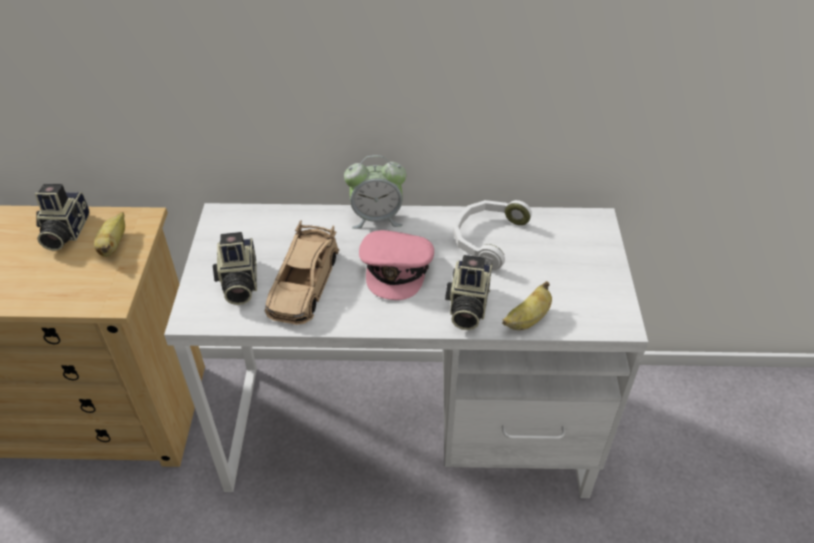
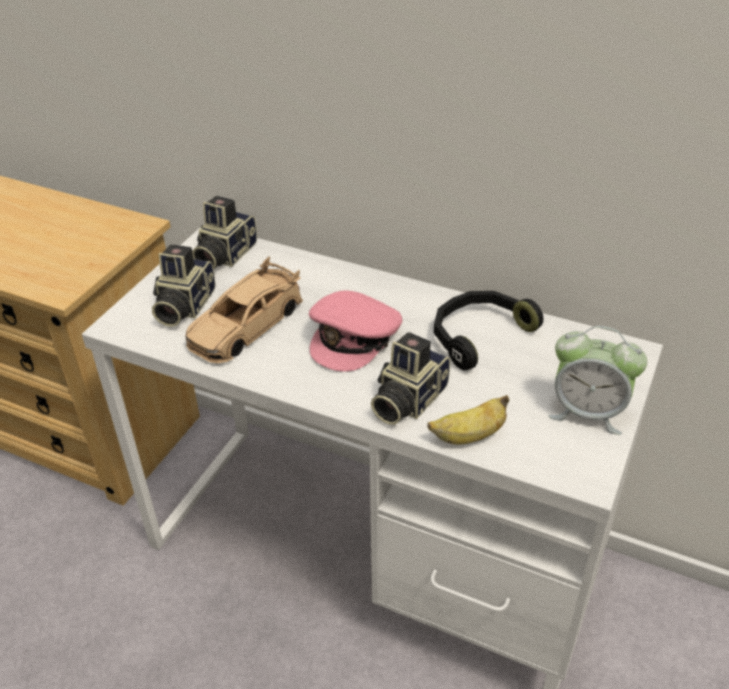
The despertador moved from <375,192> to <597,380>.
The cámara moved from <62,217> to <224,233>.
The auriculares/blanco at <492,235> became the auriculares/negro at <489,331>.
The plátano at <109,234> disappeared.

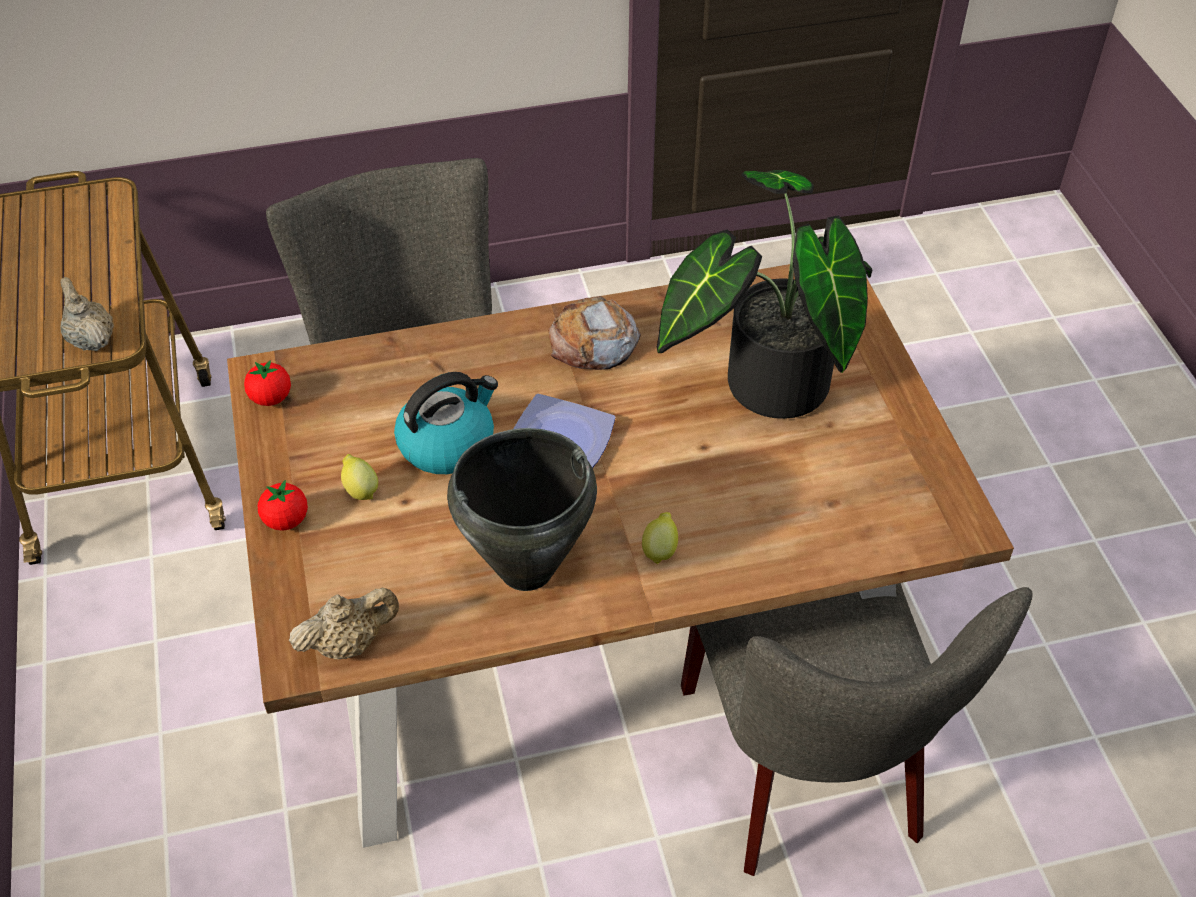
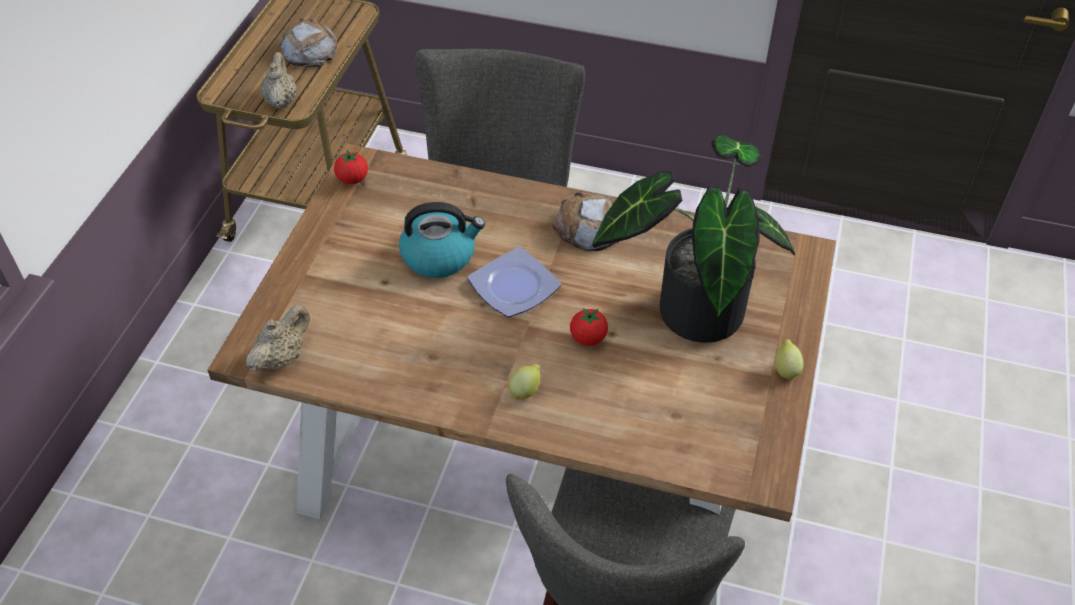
The olla/negro at <522,509> disappeared.
The limón moved from <359,477> to <789,360>.
The tomate moved from <283,505> to <589,327>.
The tetera/beis at <344,623> turned 60 degrees counterclockwise.
The pan at <308,42> appeared.

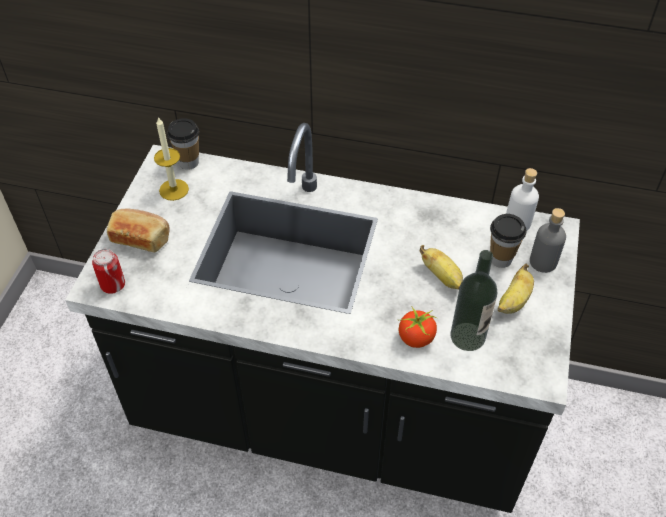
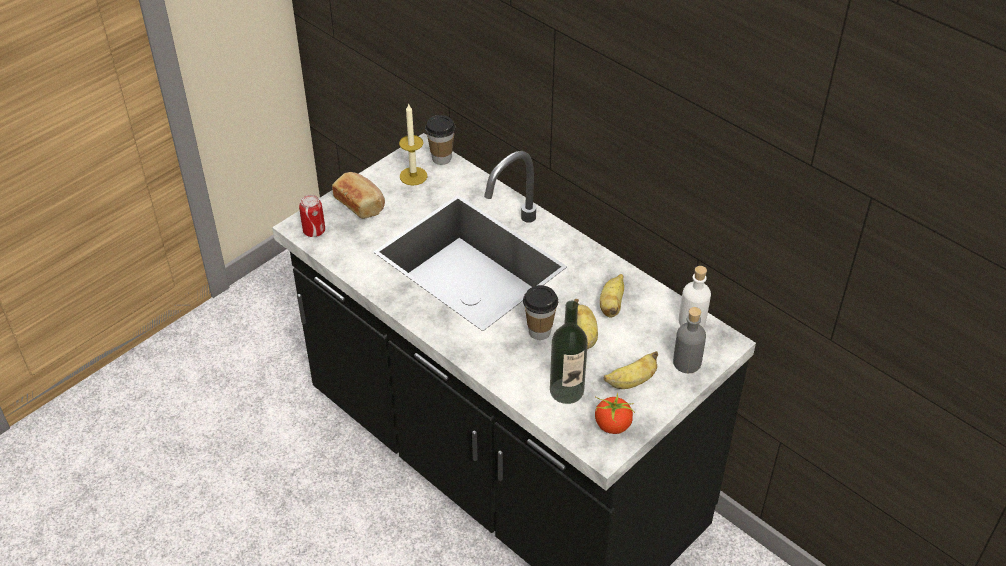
The taza moved from <508,241> to <540,312>.
The tomate moved from <417,327> to <615,413>.
The plátano at <612,296> appeared.

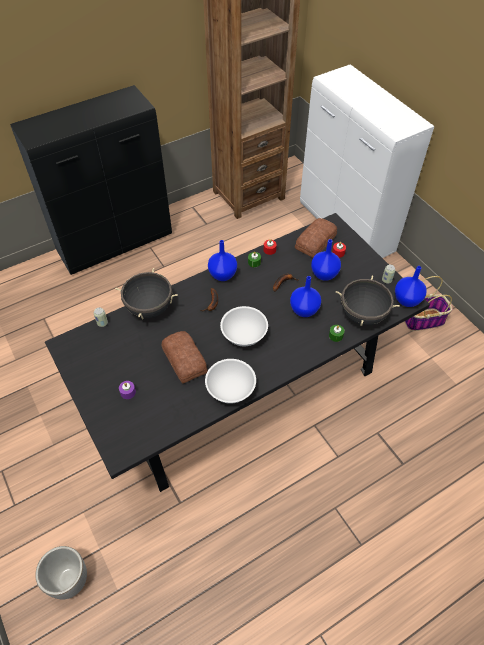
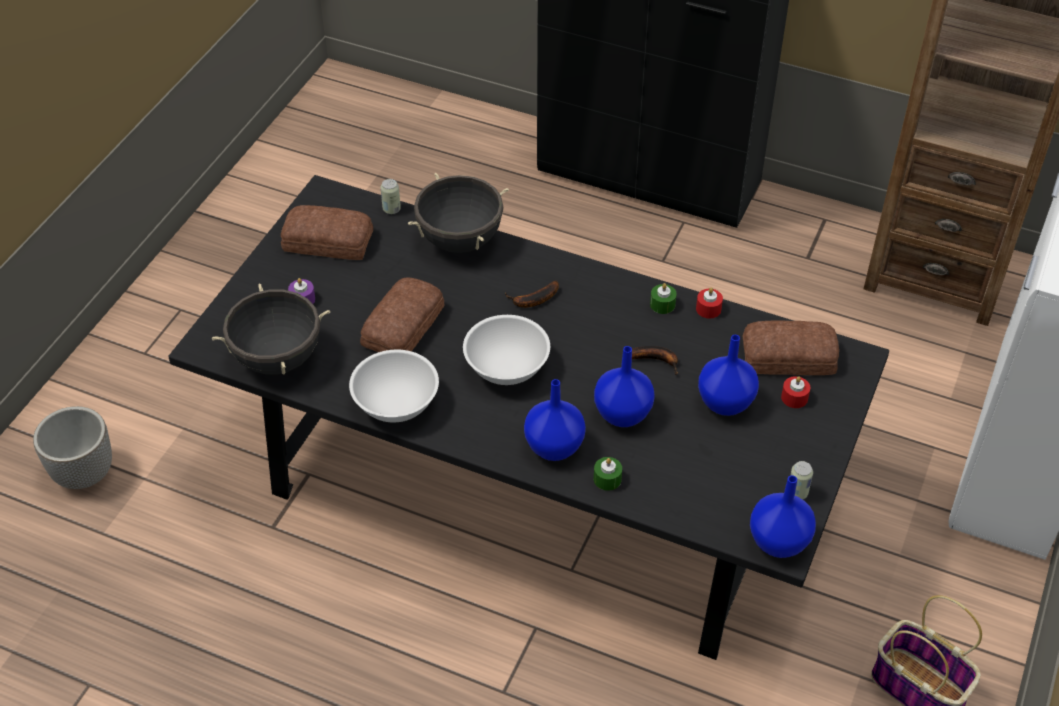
The florero/azul moved from <222,260> to <555,420>.
The olla/negro moved from <368,300> to <271,329>.
The pan at <327,232> appeared.

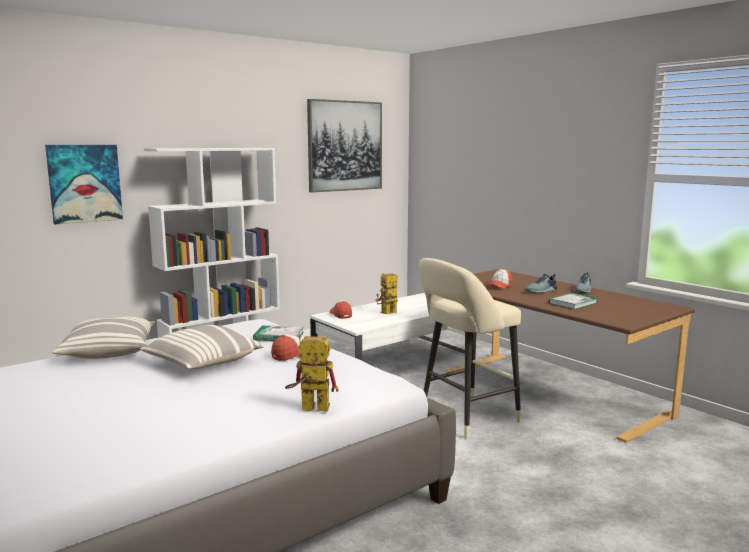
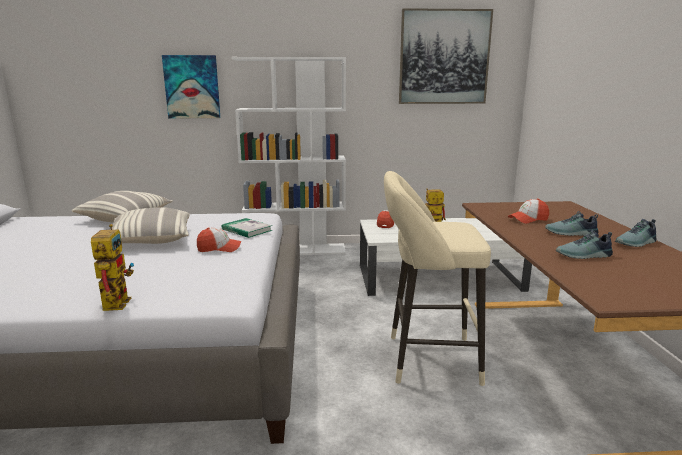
The libro at <573,301> was replaced by the zapato at <584,244>.
The robot de juguete at <312,373> turned 45 degrees clockwise.

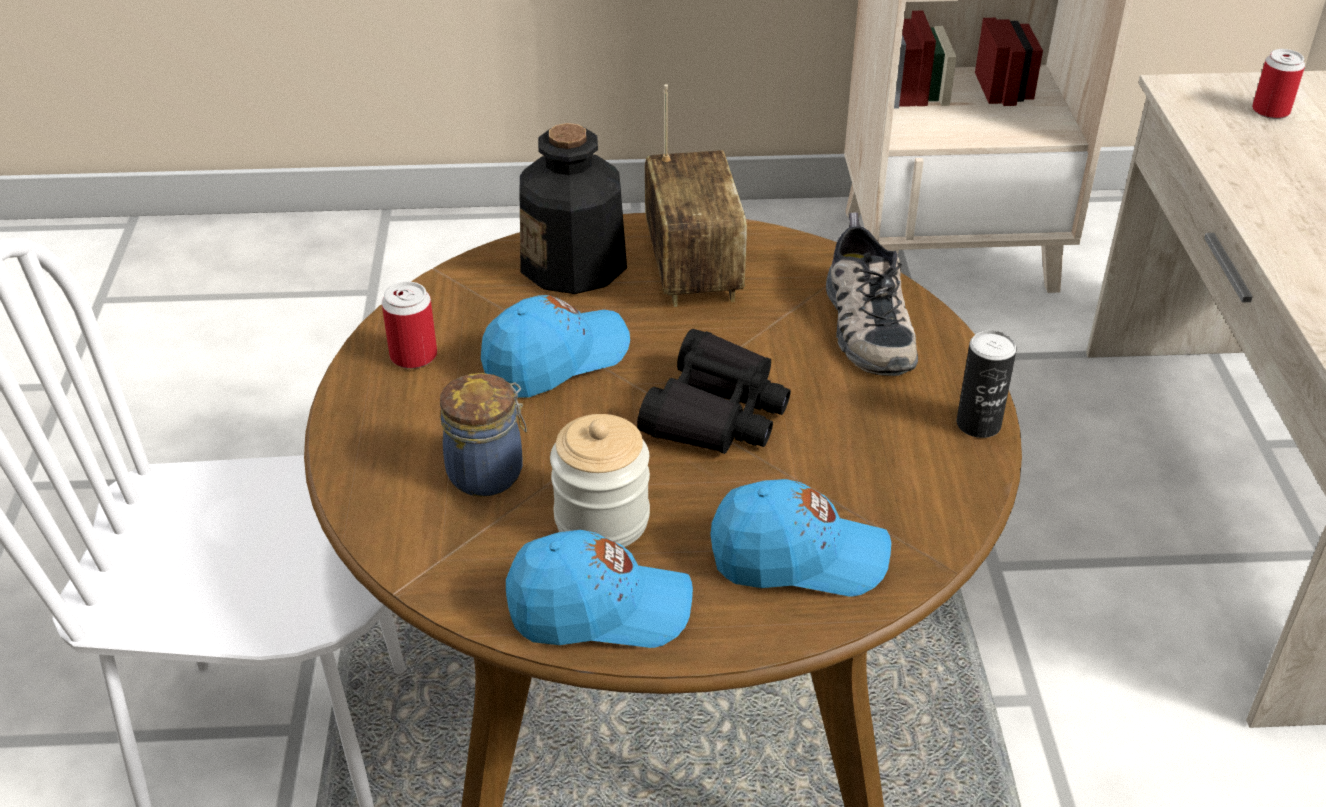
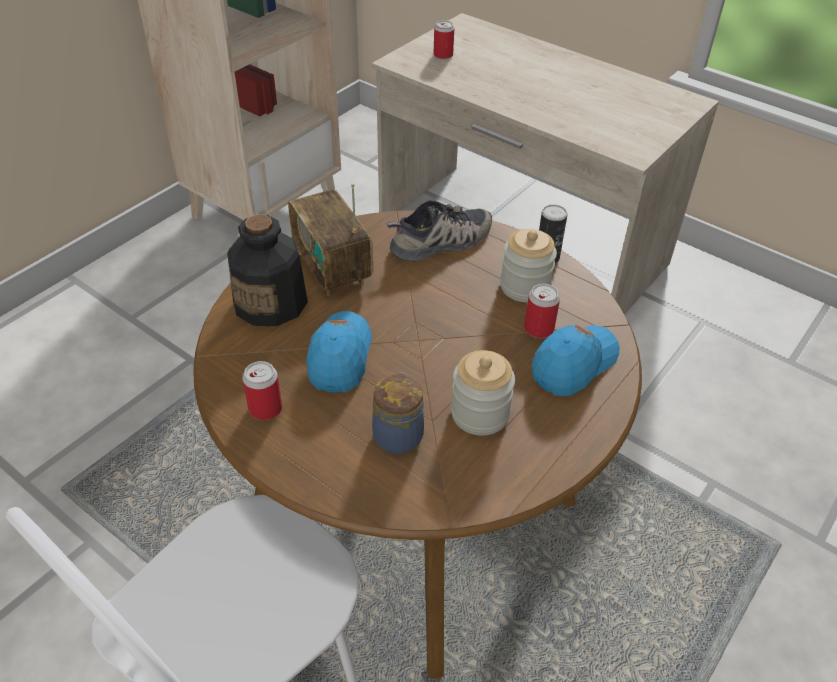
The radio at <696,195> turned 150 degrees counterclockwise.
The zapato at <872,294> turned 60 degrees counterclockwise.
The prismáticos/negro at <714,391> disappeared.
The gorra/azul at <599,589> disappeared.
The tarro at <528,265> appeared.
The lata at <542,311> appeared.

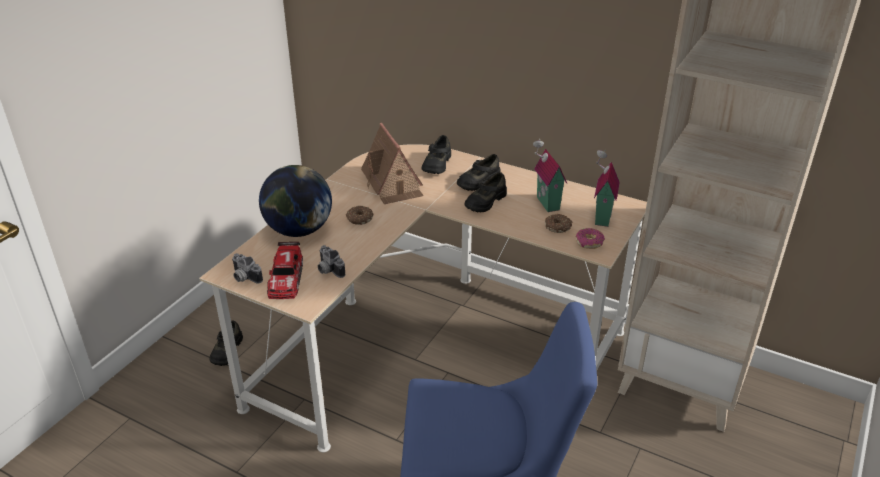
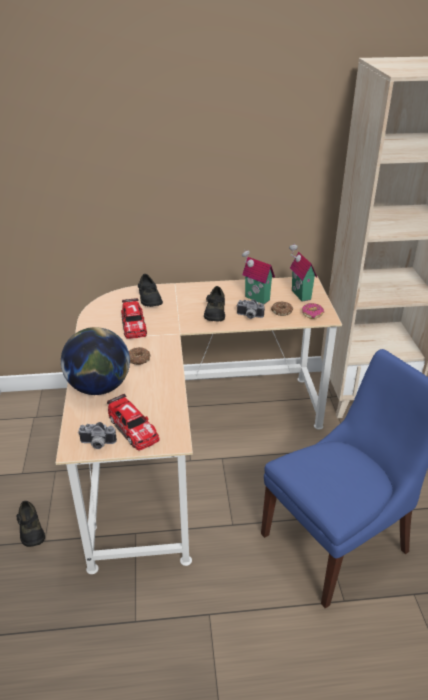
The casita at <392,163> was replaced by the coche de juguete at <134,318>.
The zapato/negro at <479,172> disappeared.
The cámara moved from <331,261> to <250,309>.

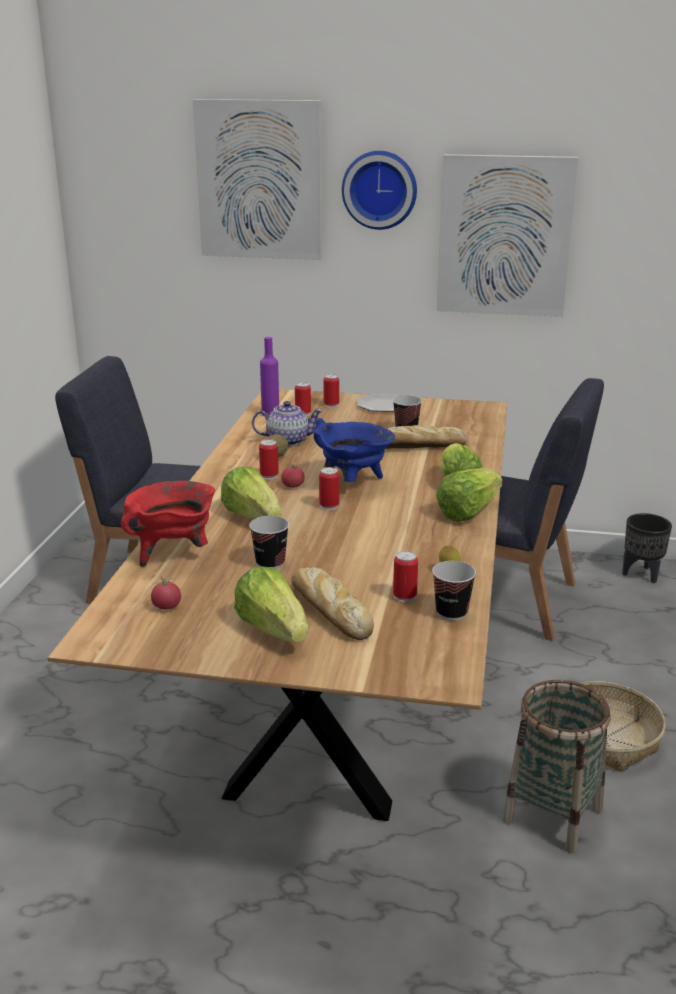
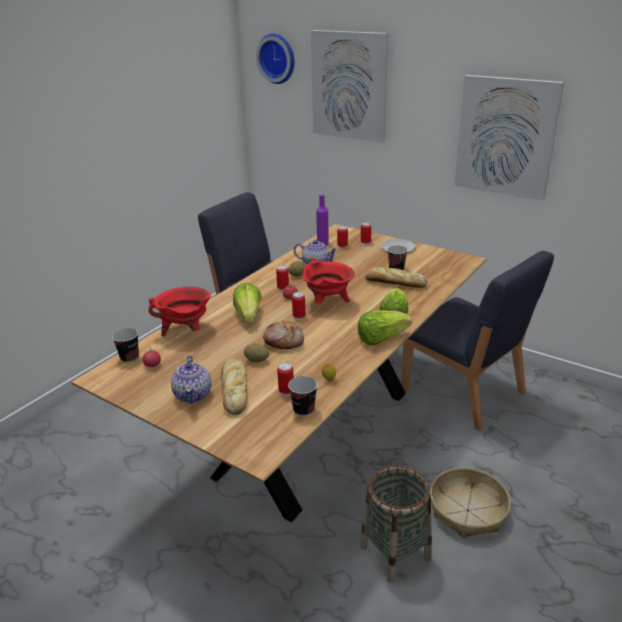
The reloj de pared moved from <379,190> to <275,59>.
The olla/azul at <354,450> became the olla/rojo at <329,280>.
The maceta/negro at <647,548> disappeared.
The taza moved from <269,542> to <125,345>.
The lechuga at <271,605> was replaced by the tetera at <191,380>.
The pan at <283,335> appeared.
The patata at <256,352> appeared.

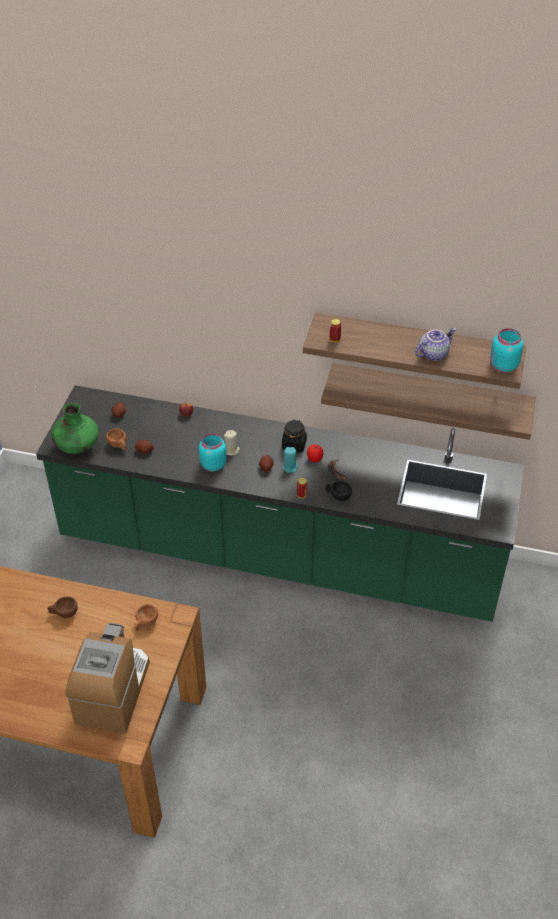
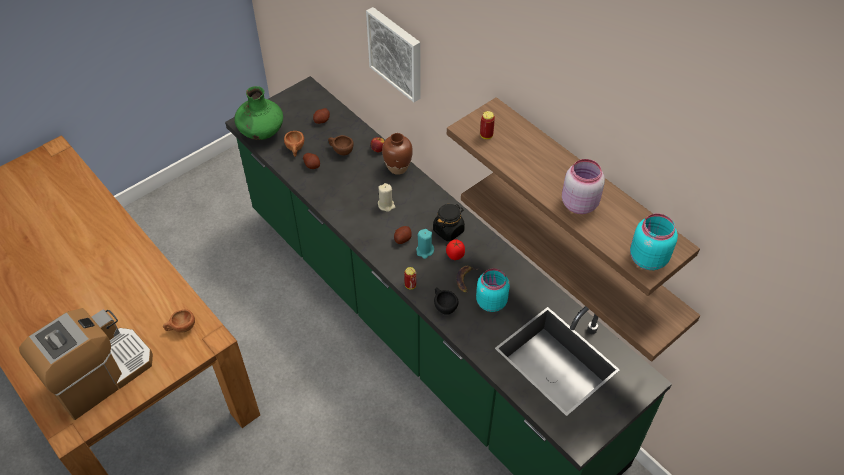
The tetera at <435,344> was replaced by the tarro/rosa at <583,186>.
The tarro/turquesa moved from <213,452> to <493,290>.
The taza/marrón moved from <62,607> to <341,145>.
The cuadro at <393,54> appeared.
The florero/marrón at <397,154> appeared.

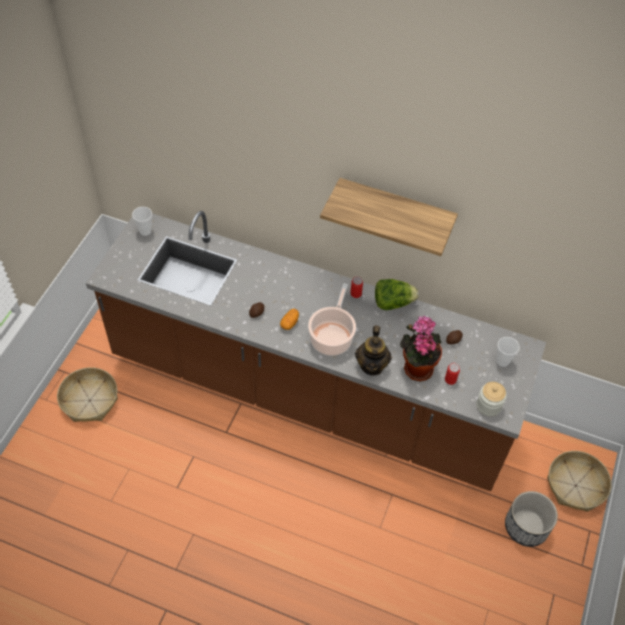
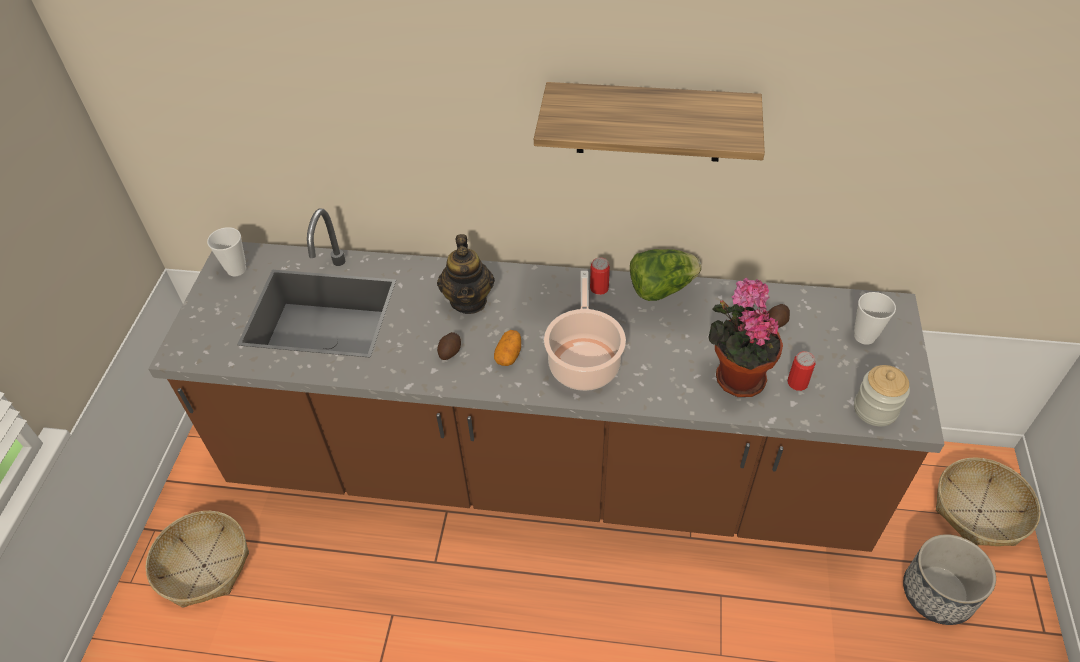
The tetera moved from <373,350> to <466,274>.

